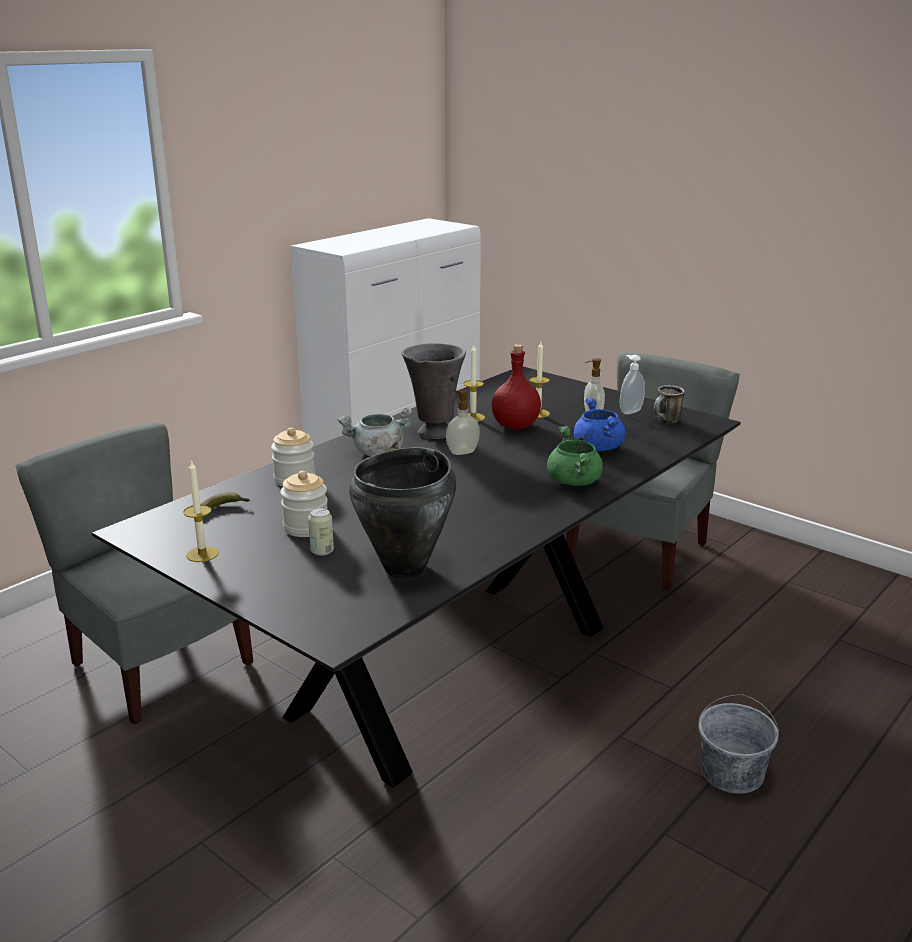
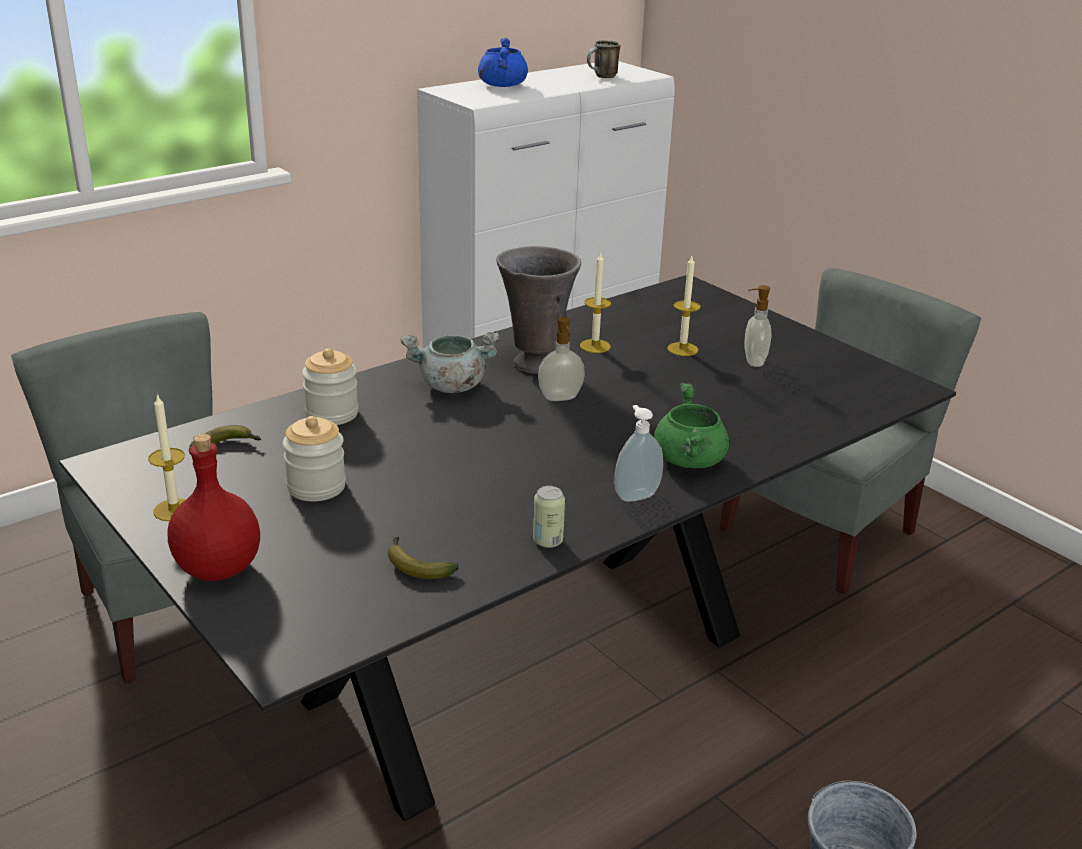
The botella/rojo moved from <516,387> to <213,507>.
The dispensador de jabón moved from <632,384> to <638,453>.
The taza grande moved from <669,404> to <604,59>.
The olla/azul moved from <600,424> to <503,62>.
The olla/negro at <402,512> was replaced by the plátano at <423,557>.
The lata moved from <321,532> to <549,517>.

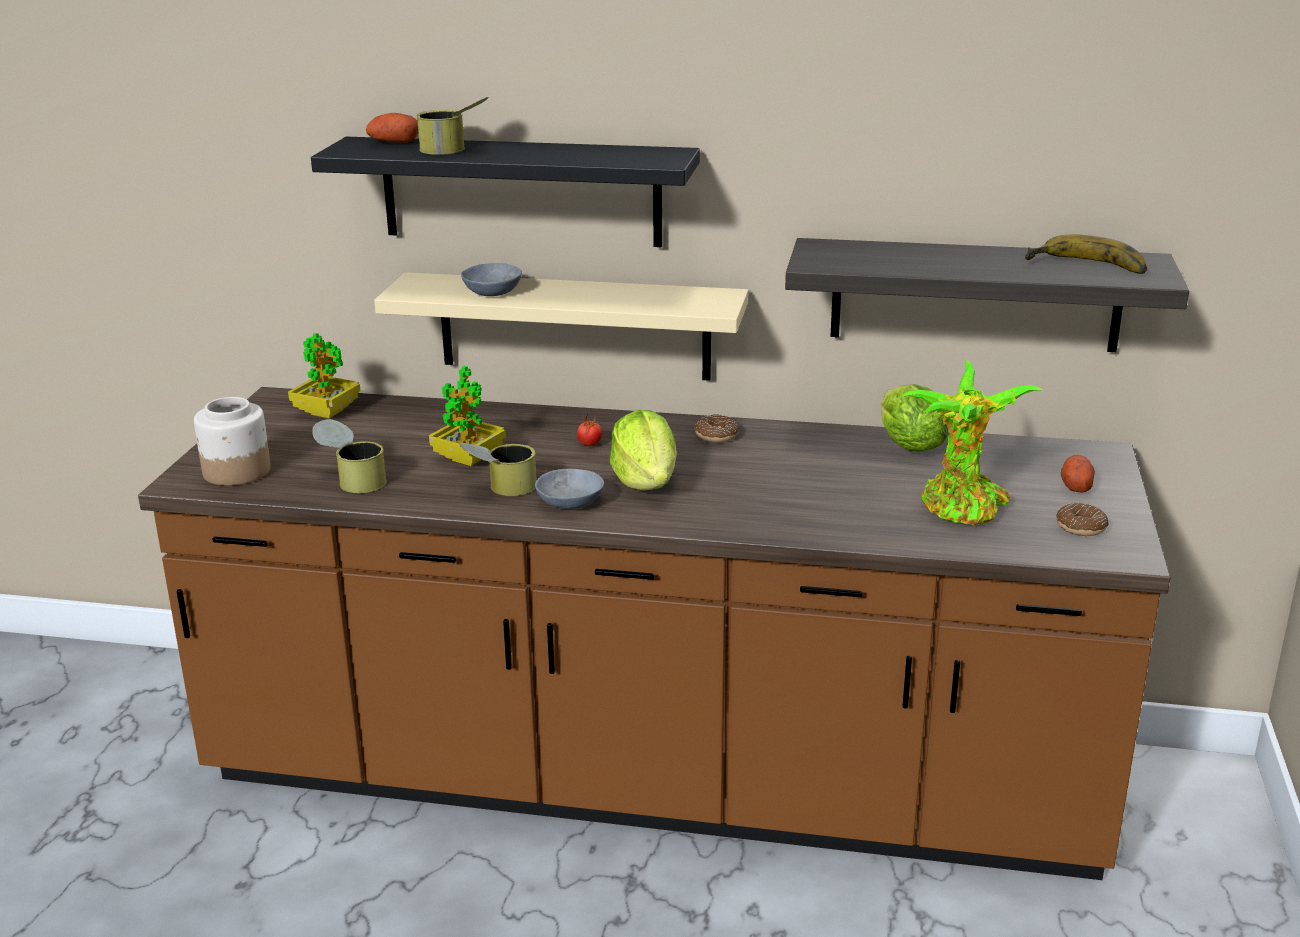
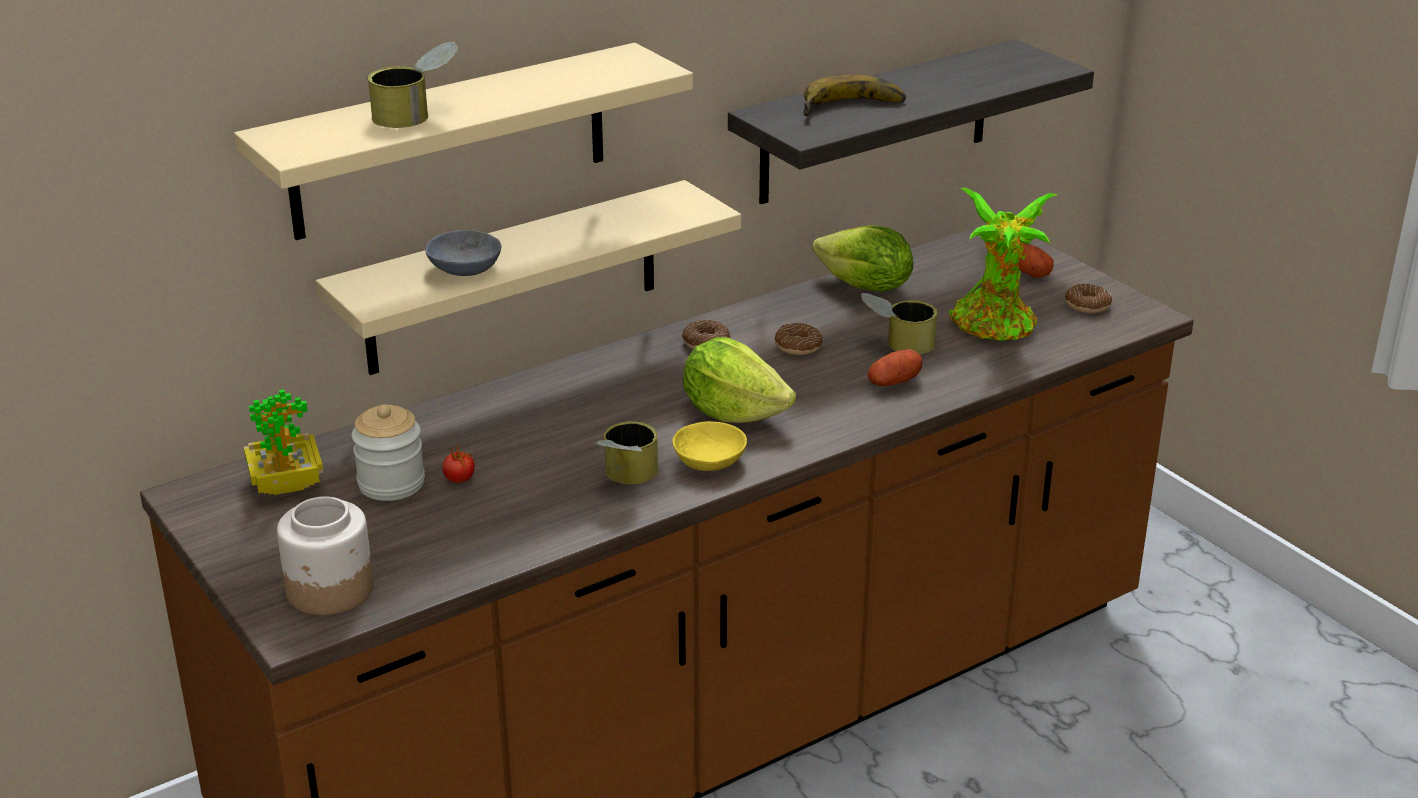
The patata moved from <392,128> to <895,367>.
The estante/negro at <505,192> became the estante/beis at <463,141>.
The plátano moved from <1086,254> to <854,95>.
The planta en maceta at <467,416> disappeared.
The tomate moved from <589,430> to <458,464>.
The lata moved from <350,456> to <899,323>.
The cuenco/gris at <569,489> became the cuenco/amarillo at <709,446>.
The rosquilla at <799,339> appeared.
The tarro at <388,452> appeared.

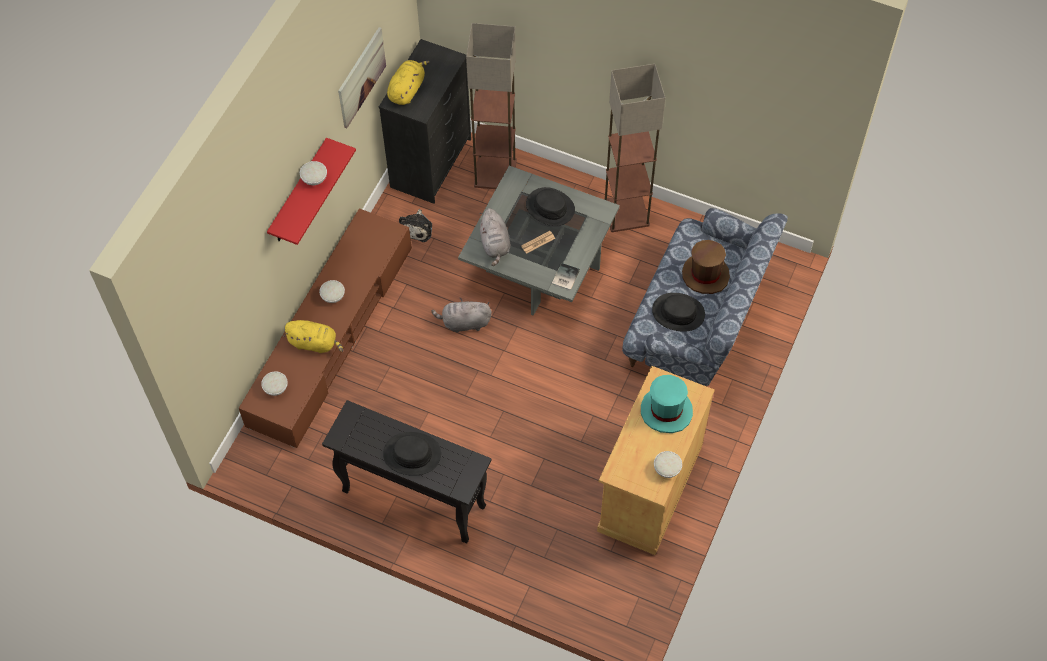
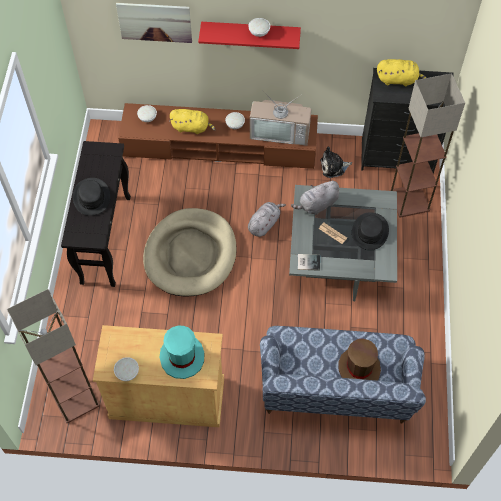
The cuadro moved from <362,77> to <154,23>.
The lámpara de pie moved from <634,148> to <53,356>.
The sombrero/negro at <678,312> disappeared.
The peluche/gris at <462,315> turned 60 degrees clockwise.
The peluche/amarillo at <313,336> turned 75 degrees counterclockwise.
The televisor at <280,118> appeared.
The cama para perro/beis at <190,252> appeared.

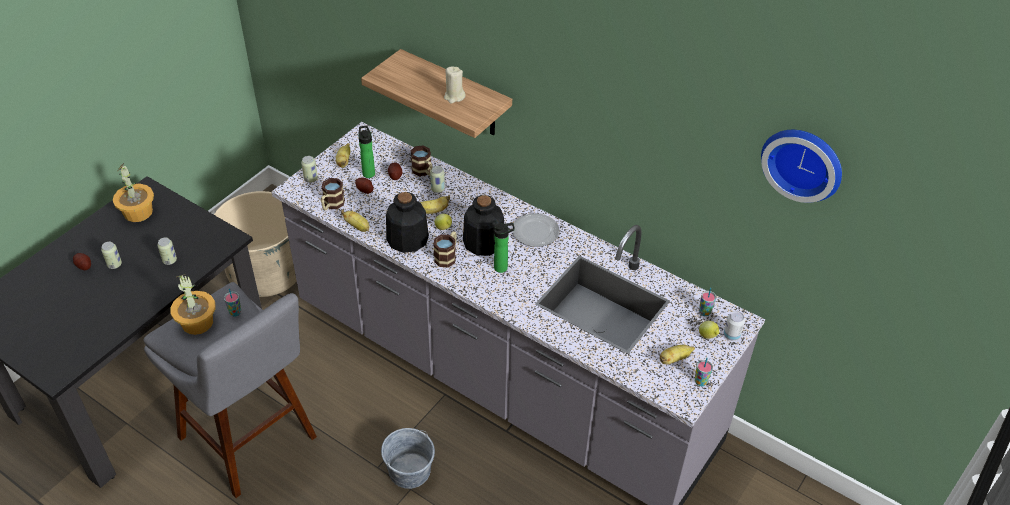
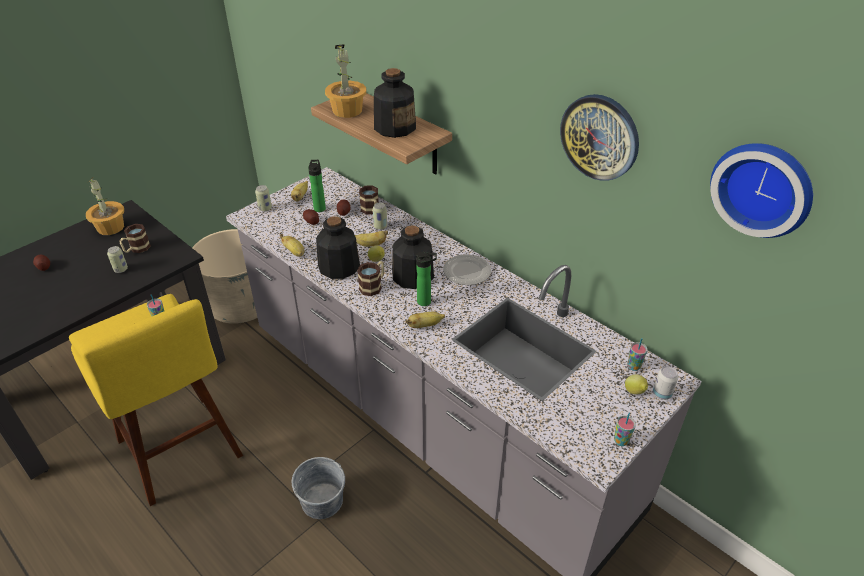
The vela/beis at <455,85> was replaced by the botella at <395,103>.
The taza grande moved from <333,194> to <135,238>.
The lata at <111,255> disappeared.
The planta en maceta moved from <193,304> to <345,81>.
The taburete/gris at <230,390> became the taburete/amarillo at <156,400>.
The plátano moved from <677,354> to <425,320>.
The reloj de pared at <599,137> appeared.

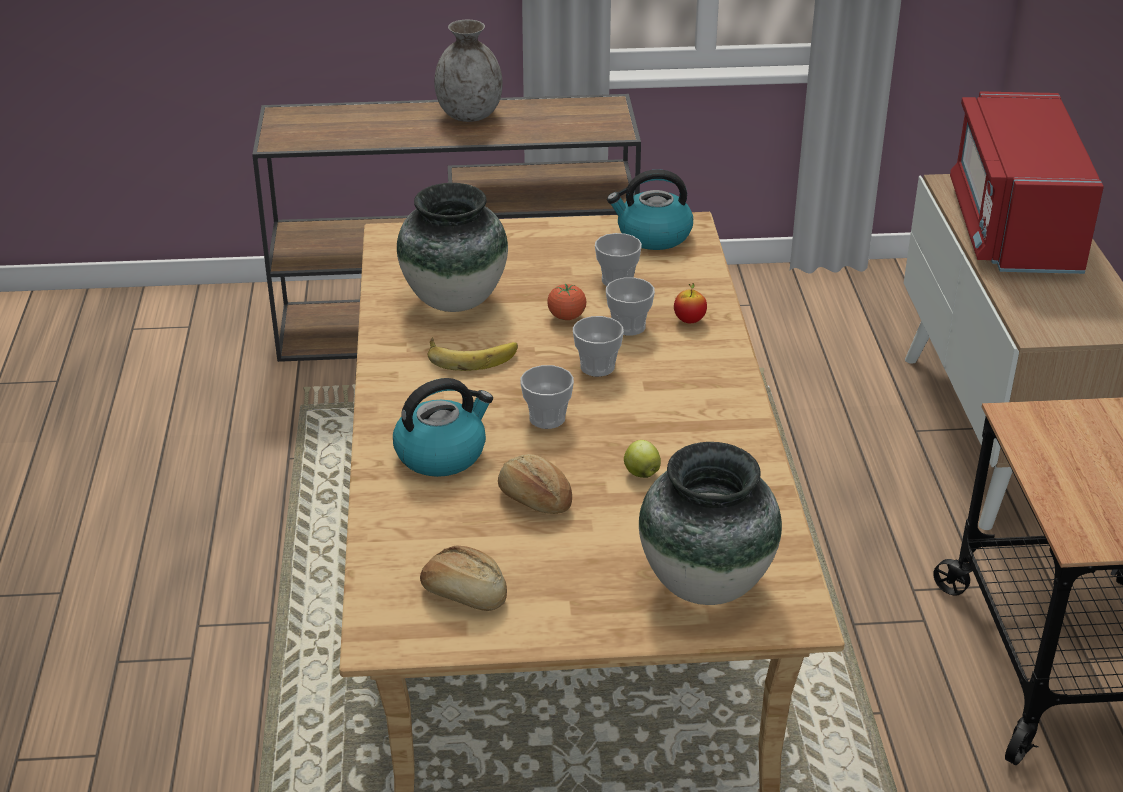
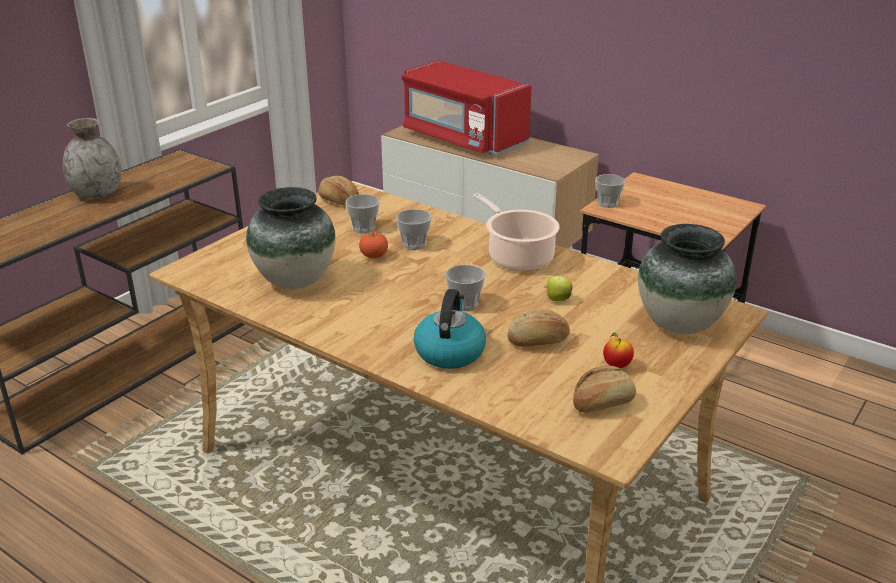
The hervidor at <650,209> was replaced by the pan at <338,191>.
The manzana moved from <690,303> to <618,350>.
The taza moved from <598,346> to <610,191>.
The plátano at <473,354> disappeared.
The olla at <516,232> appeared.

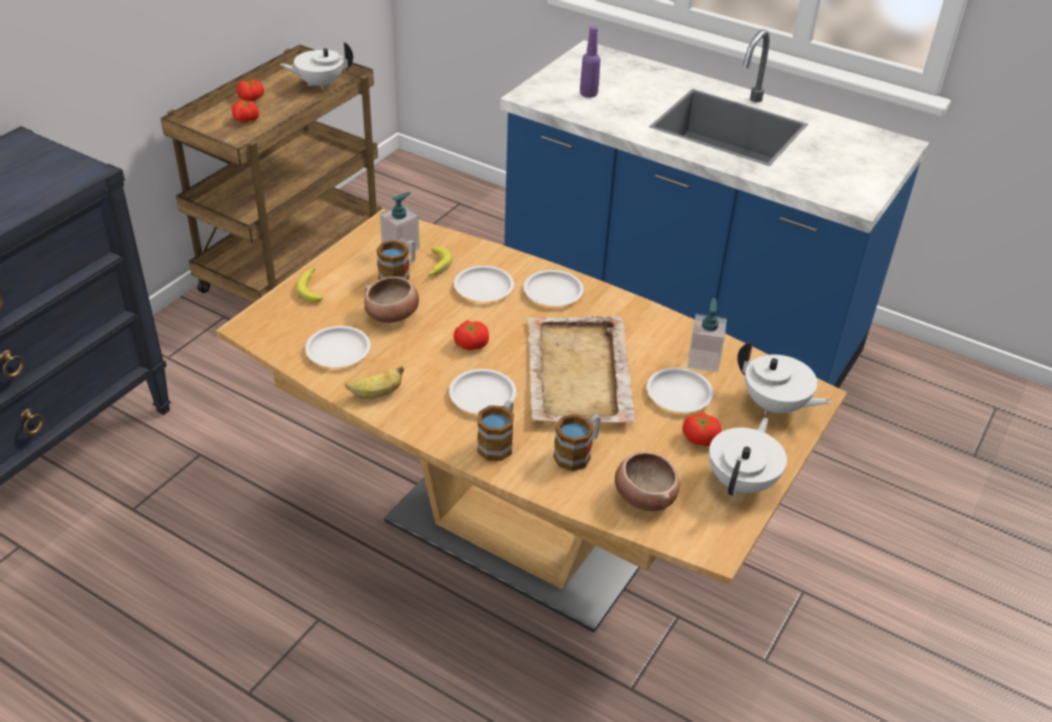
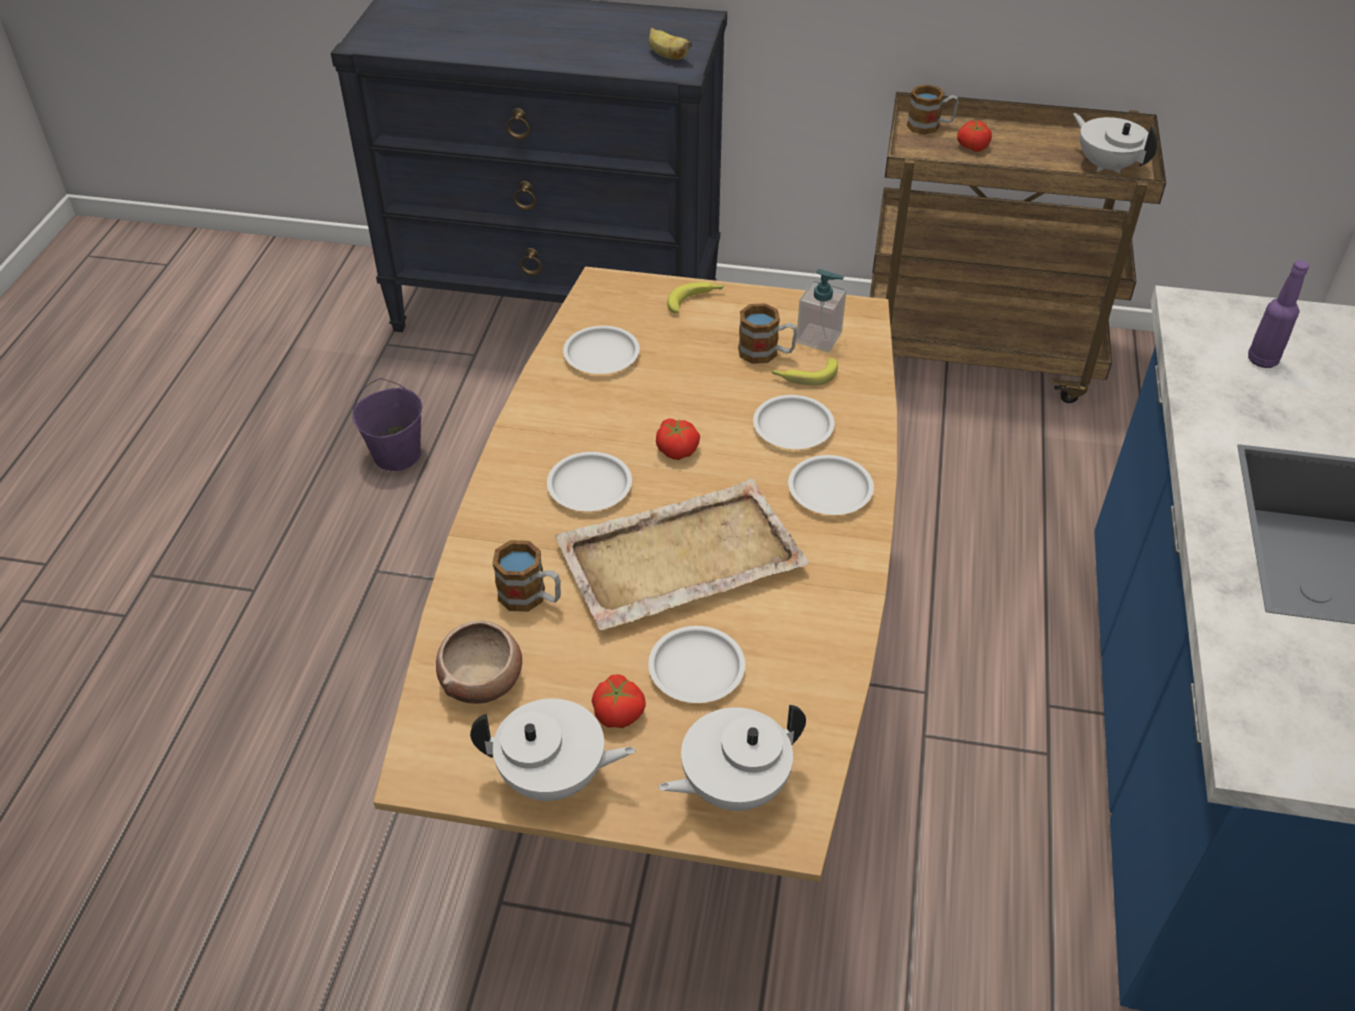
The tomate at <250,90> disappeared.
The cuenco at <391,300> disappeared.
The dispensador de jabón at <707,335> disappeared.
The tetera/blanco at <784,378> turned 45 degrees clockwise.
The plátano moved from <374,382> to <670,44>.
The taza grande moved from <495,430> to <933,110>.
The cubo/morado at <387,424> appeared.

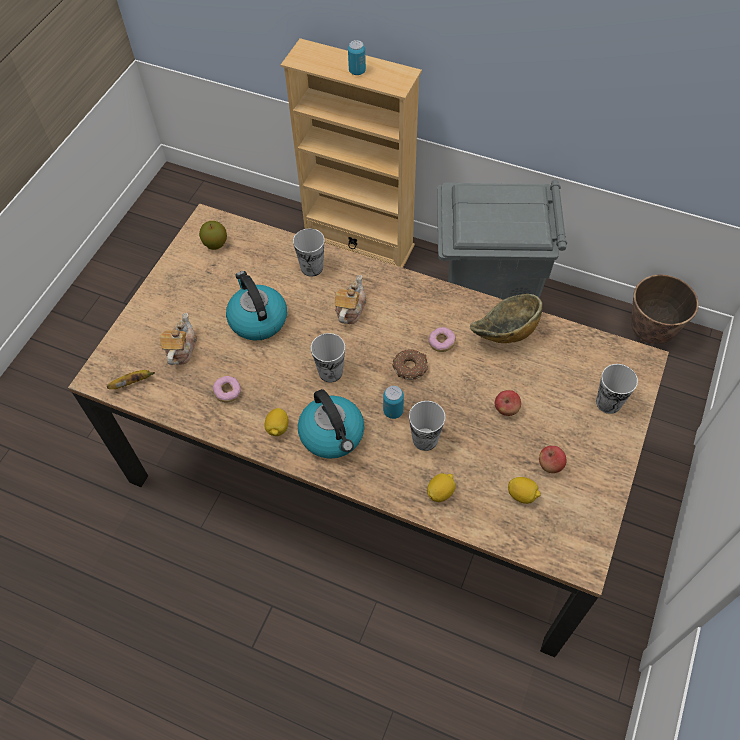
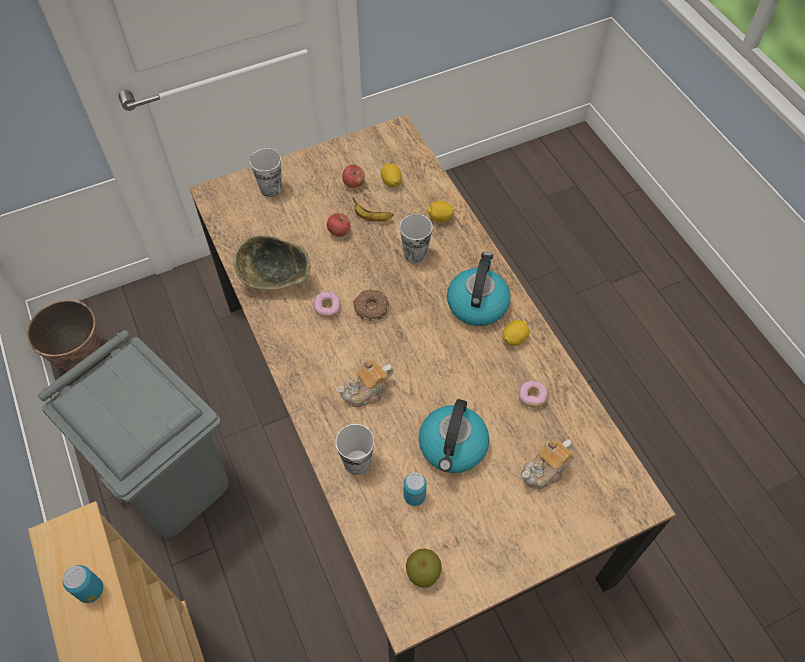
The taza at <328,358> disappeared.
The plátano moved from <131,379> to <372,209>.
The lata moved from <393,402> to <415,489>.

